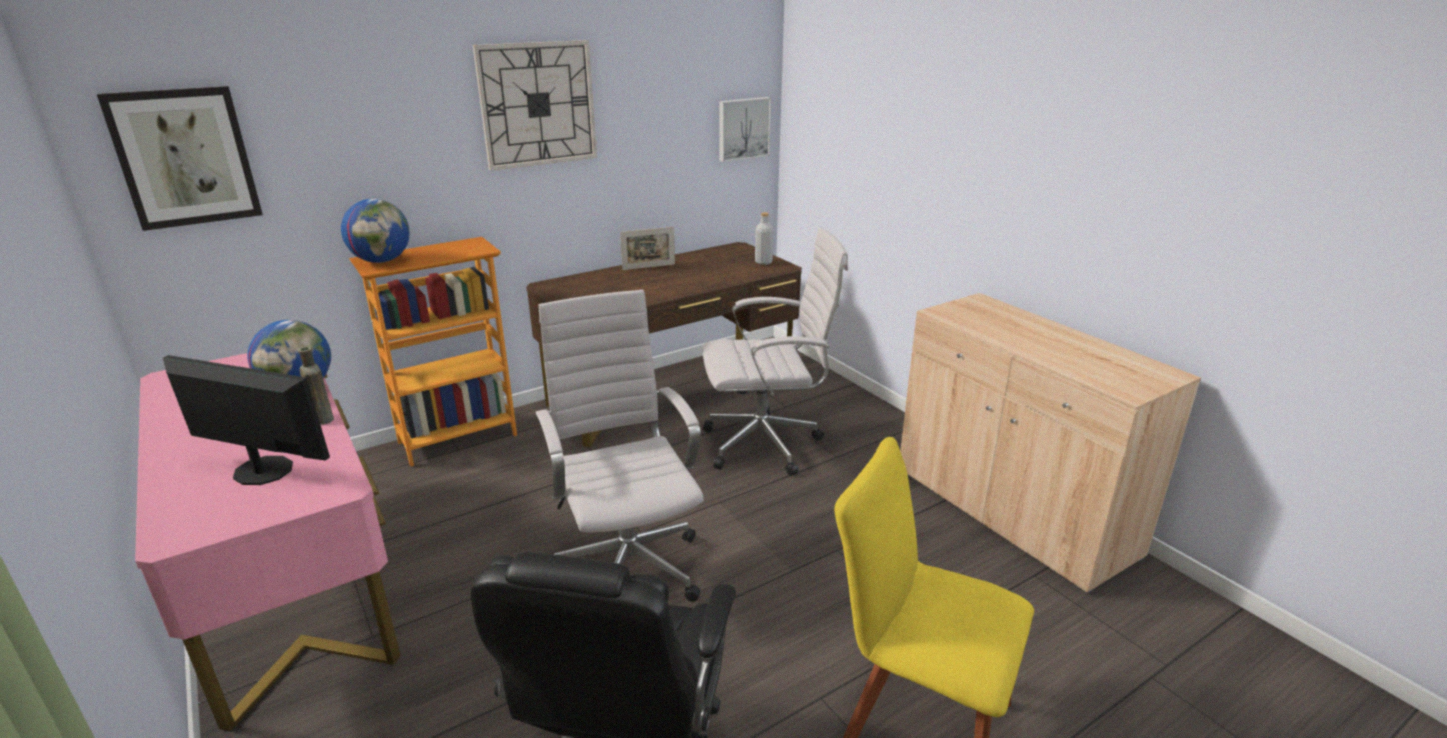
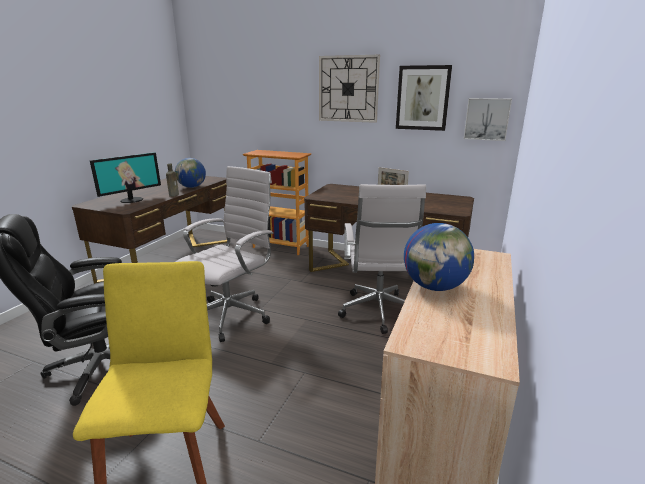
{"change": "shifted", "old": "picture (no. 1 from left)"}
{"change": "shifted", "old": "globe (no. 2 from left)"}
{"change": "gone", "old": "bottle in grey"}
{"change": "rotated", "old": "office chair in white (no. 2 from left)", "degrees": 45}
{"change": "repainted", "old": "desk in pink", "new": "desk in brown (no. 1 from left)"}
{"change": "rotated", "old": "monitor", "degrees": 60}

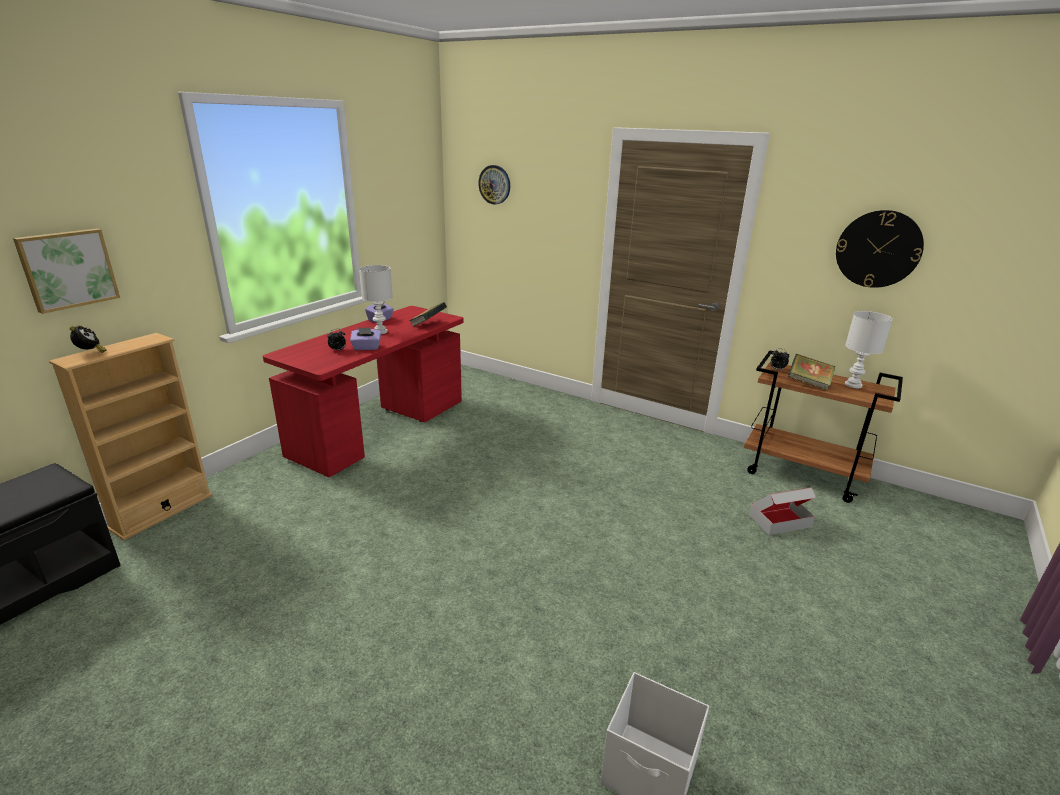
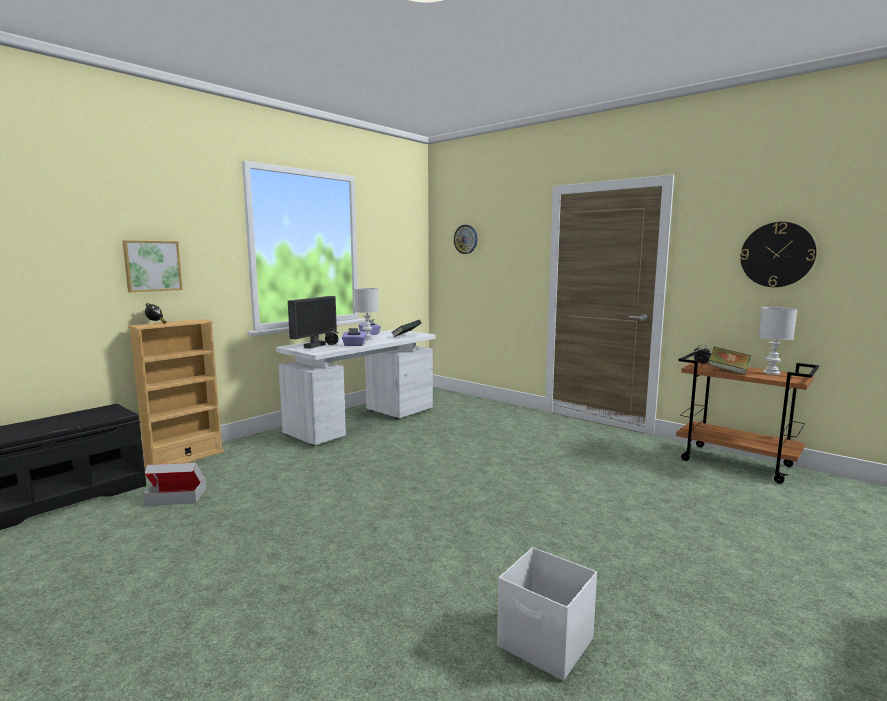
{"change": "repainted", "old": "desk in red", "new": "desk in white"}
{"change": "shifted", "old": "cardboard box"}
{"change": "new", "new": "monitor"}

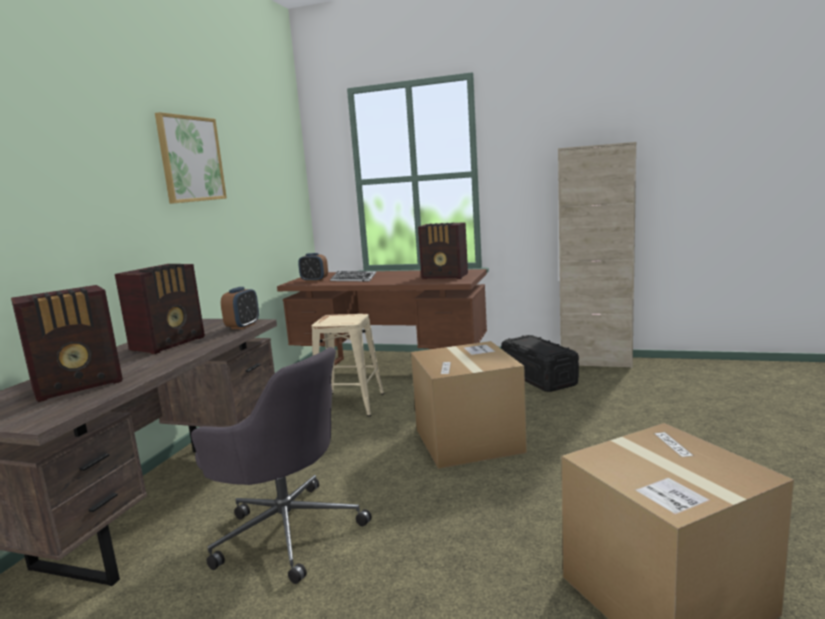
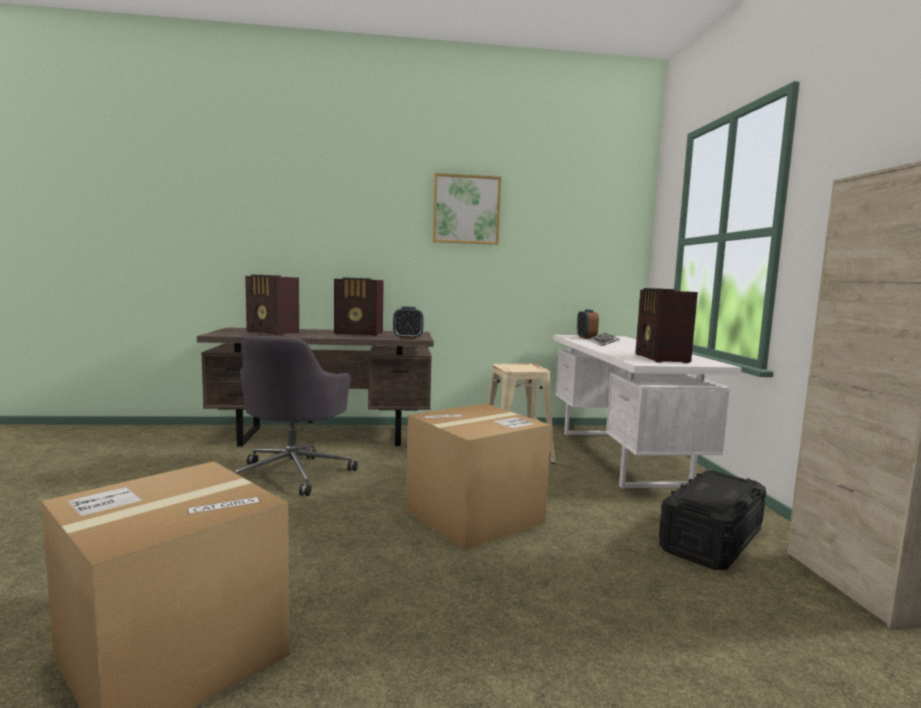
{"change": "repainted", "old": "desk in brown (no. 2 from left)", "new": "desk in white"}

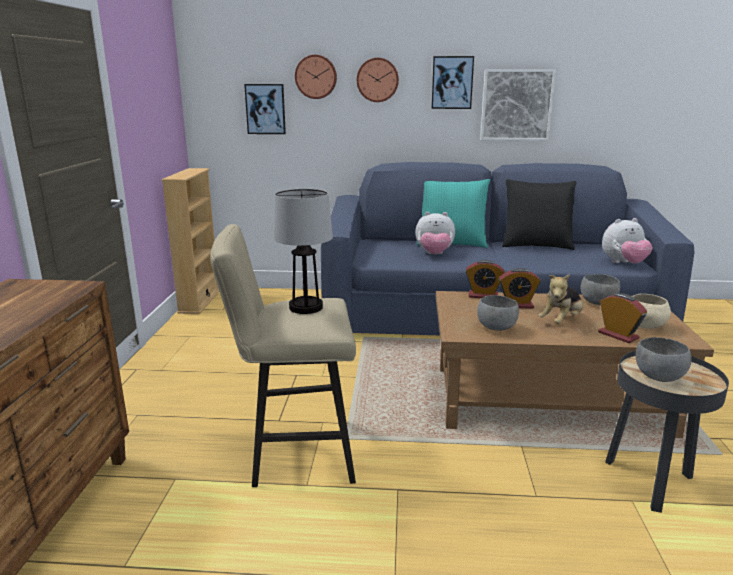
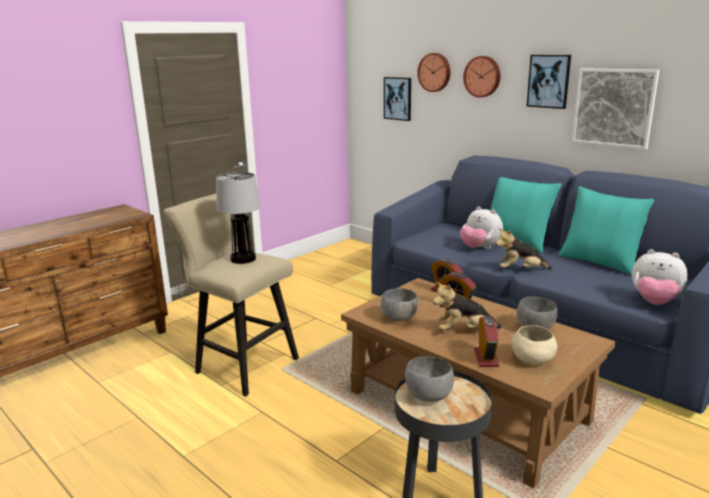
{"change": "gone", "old": "bookcase in beige"}
{"change": "repainted", "old": "pillow in black", "new": "pillow in turquoise (no. 2 from left)"}
{"change": "new", "new": "plush toy (no. 3 from left)"}

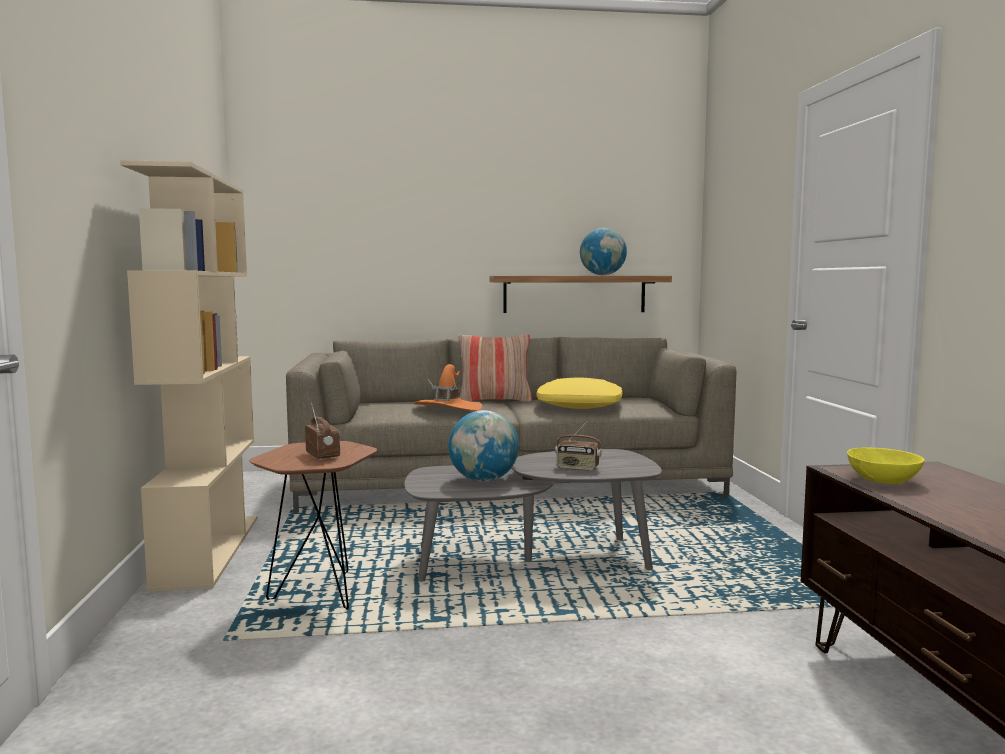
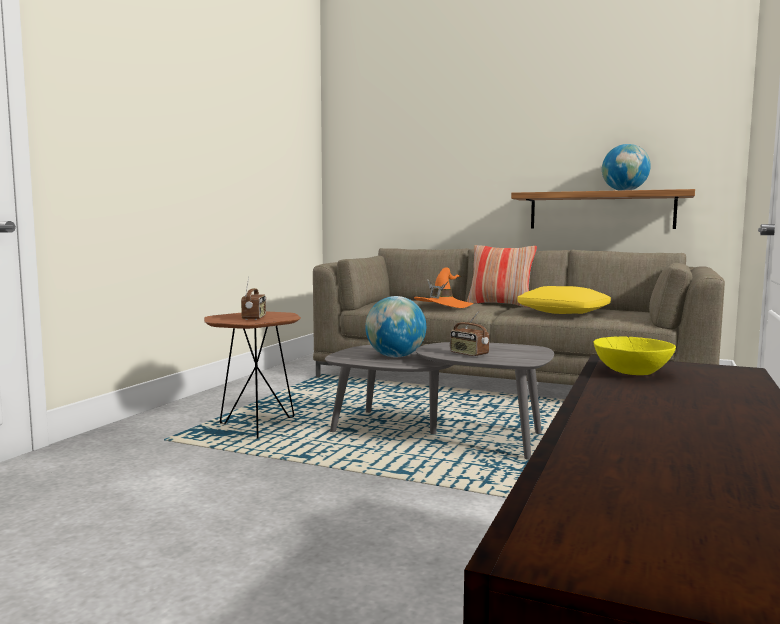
{"change": "gone", "old": "bookcase in beige"}

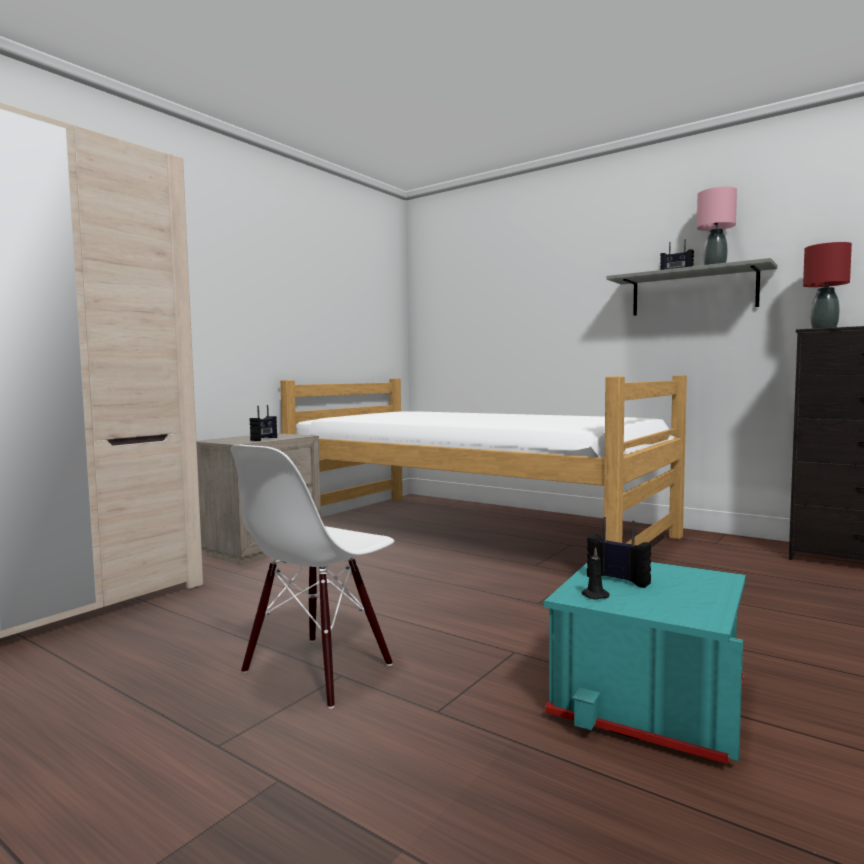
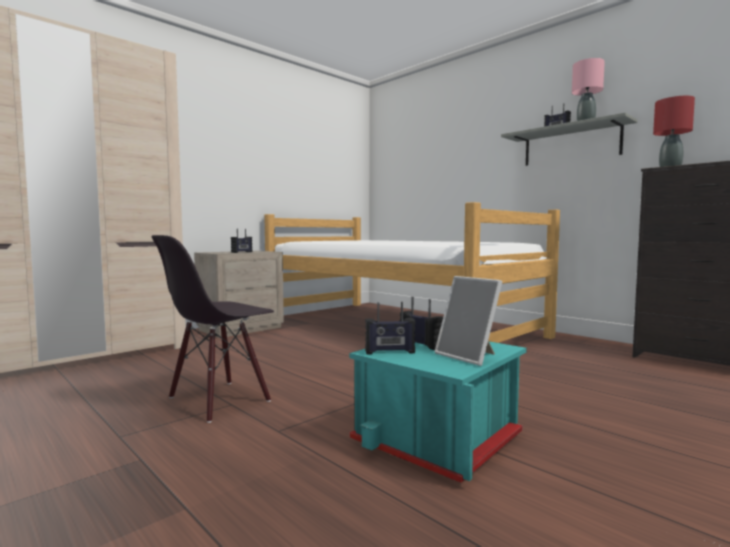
{"change": "repainted", "old": "chair in white", "new": "chair in black"}
{"change": "swapped", "old": "candle in black", "new": "radio (no. 2 from left)"}
{"change": "new", "new": "picture frame"}

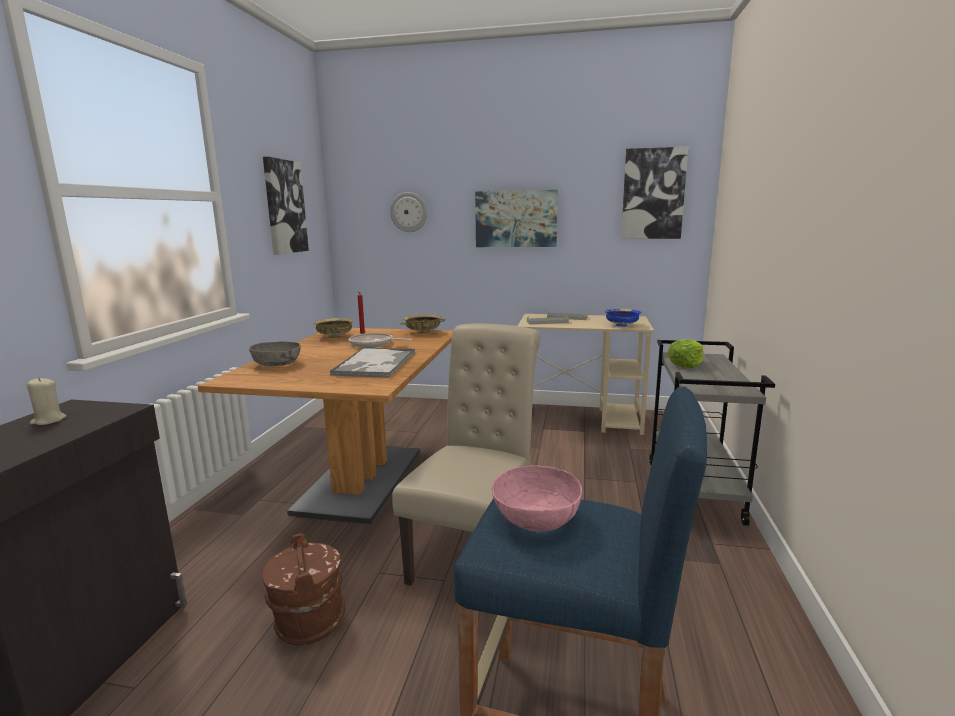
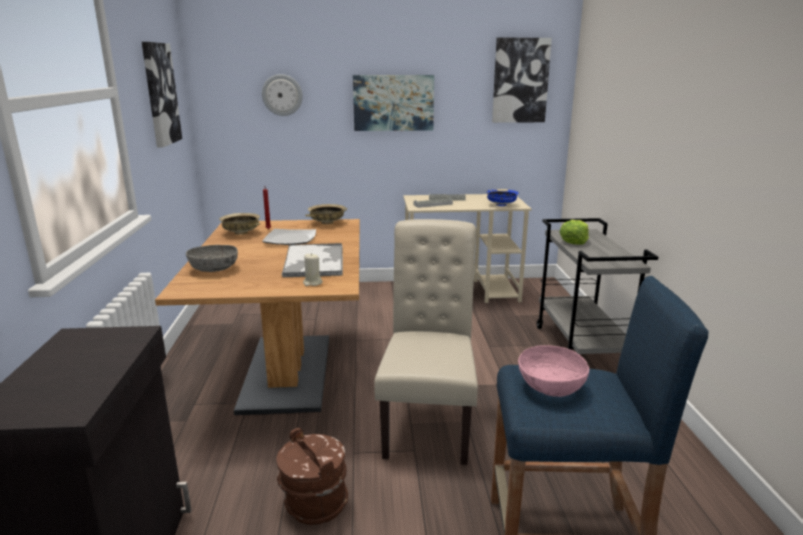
{"change": "swapped", "old": "frying pan", "new": "plate"}
{"change": "shifted", "old": "candle in beige"}

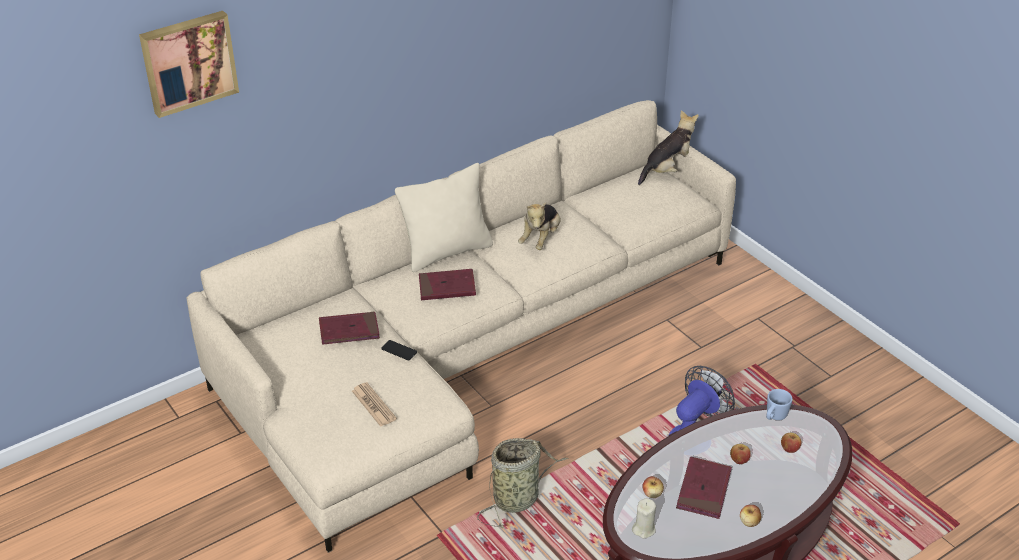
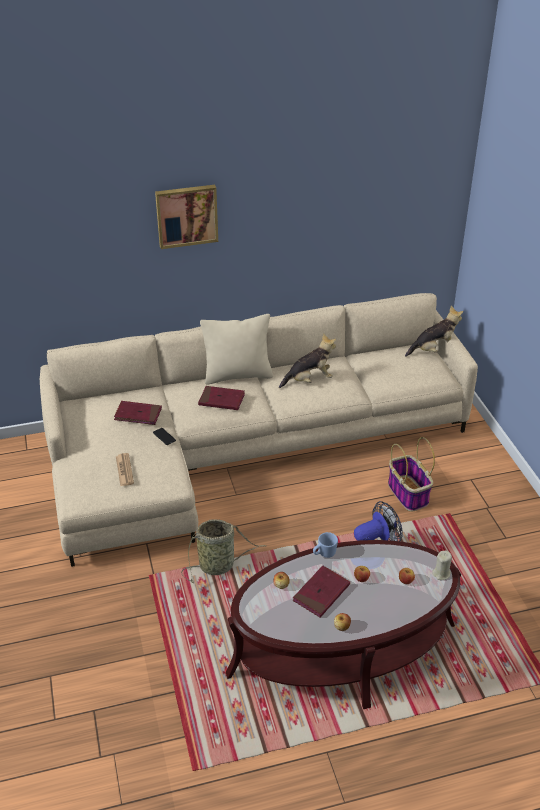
{"change": "shifted", "old": "picture"}
{"change": "rotated", "old": "plush toy (no. 1 from left)", "degrees": -150}
{"change": "shifted", "old": "mug in blue"}
{"change": "shifted", "old": "candle in beige"}
{"change": "new", "new": "basket (no. 2 from left)"}

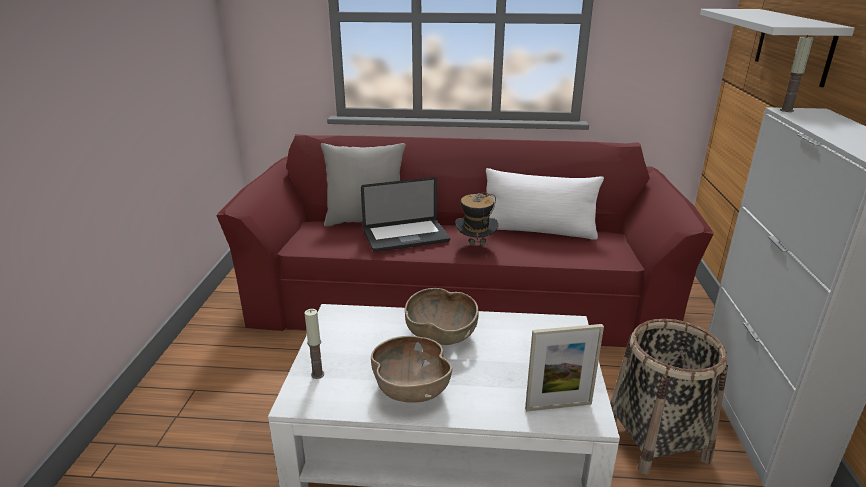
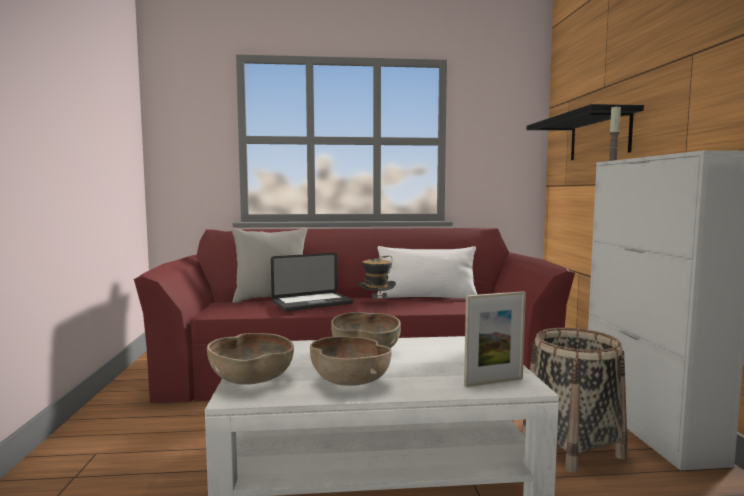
{"change": "repainted", "old": "shelf in white", "new": "shelf in black"}
{"change": "swapped", "old": "candle (no. 1 from left)", "new": "bowl in brown (no. 1 from left)"}

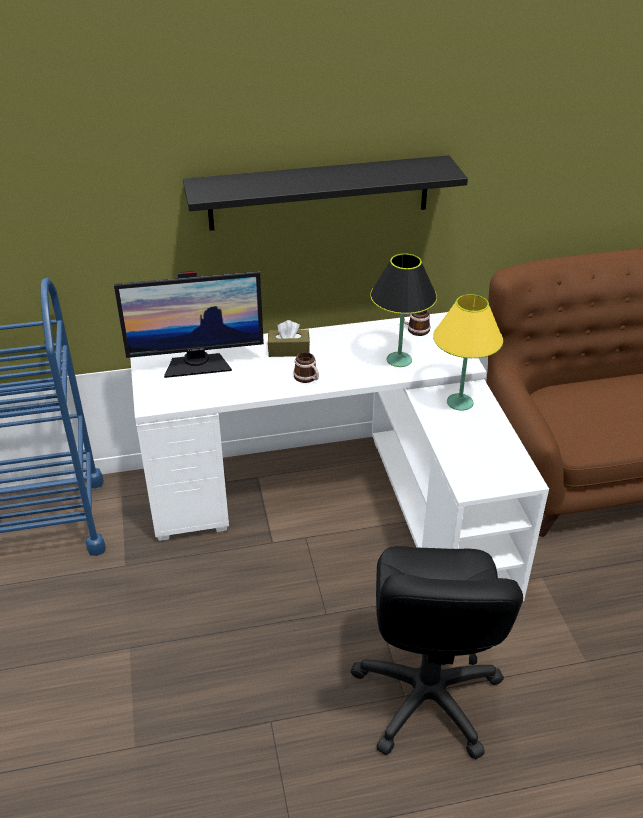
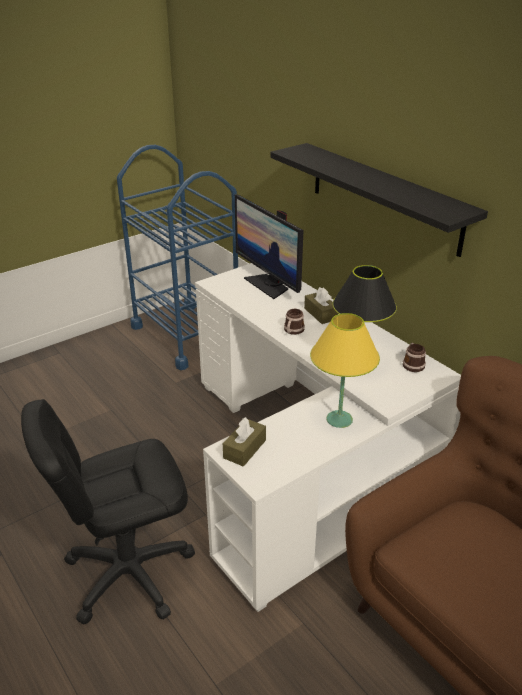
{"change": "new", "new": "tissue box in brown (no. 1 from left)"}

